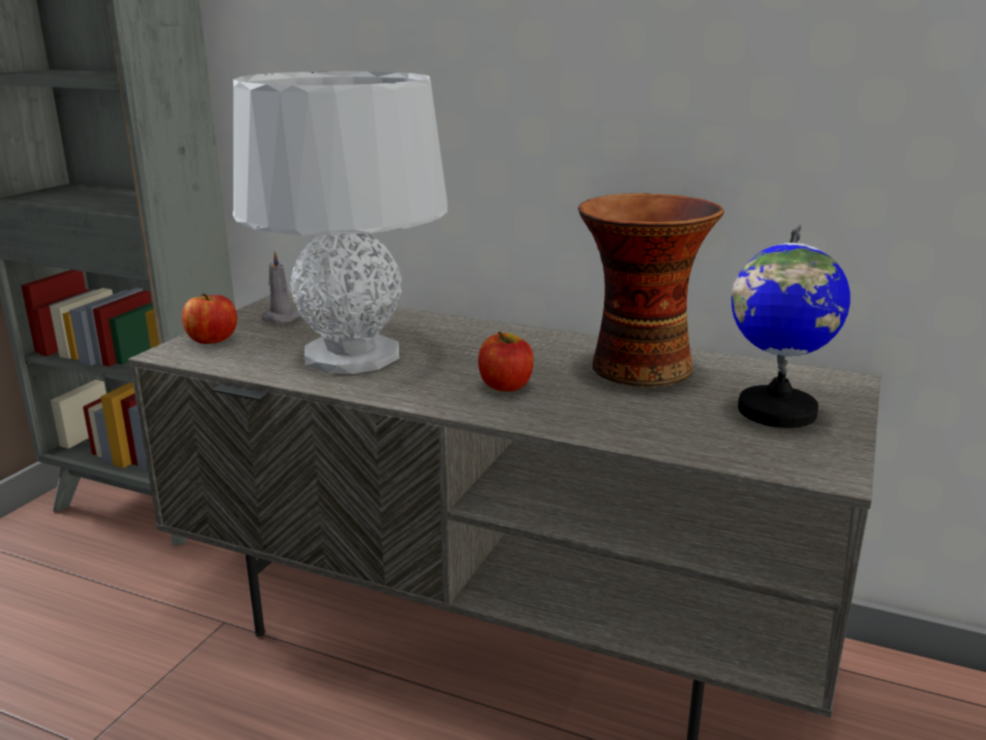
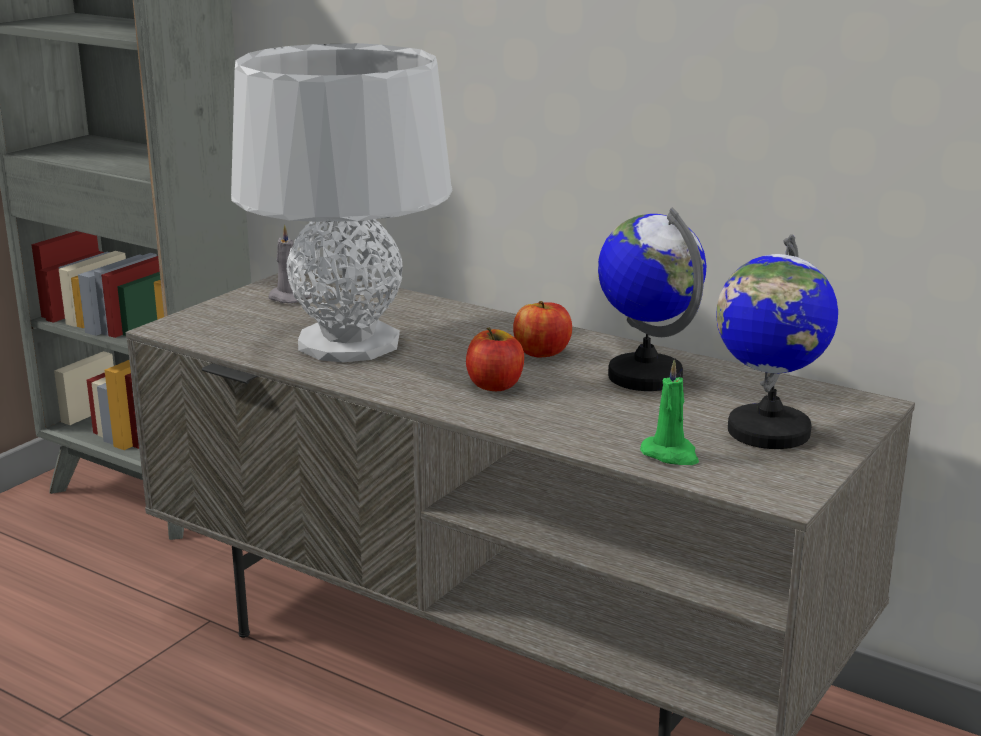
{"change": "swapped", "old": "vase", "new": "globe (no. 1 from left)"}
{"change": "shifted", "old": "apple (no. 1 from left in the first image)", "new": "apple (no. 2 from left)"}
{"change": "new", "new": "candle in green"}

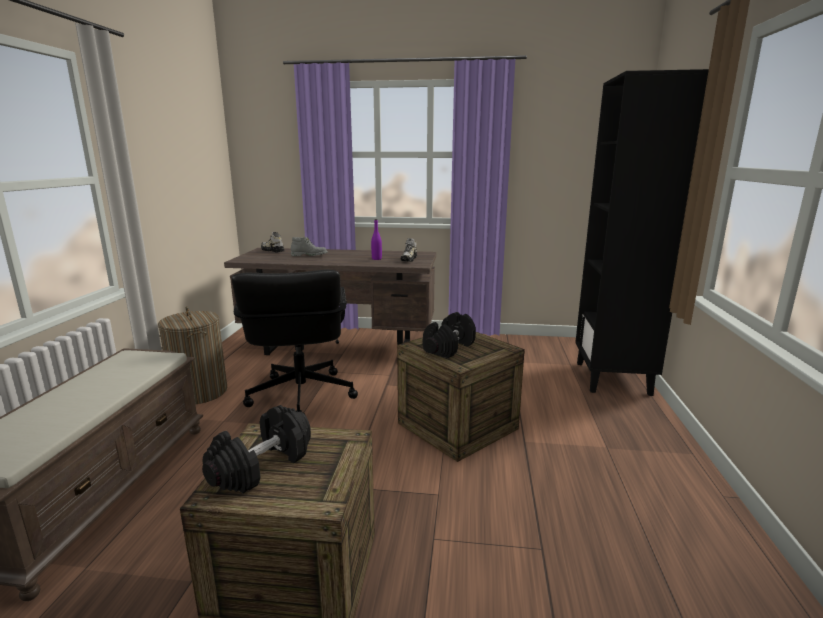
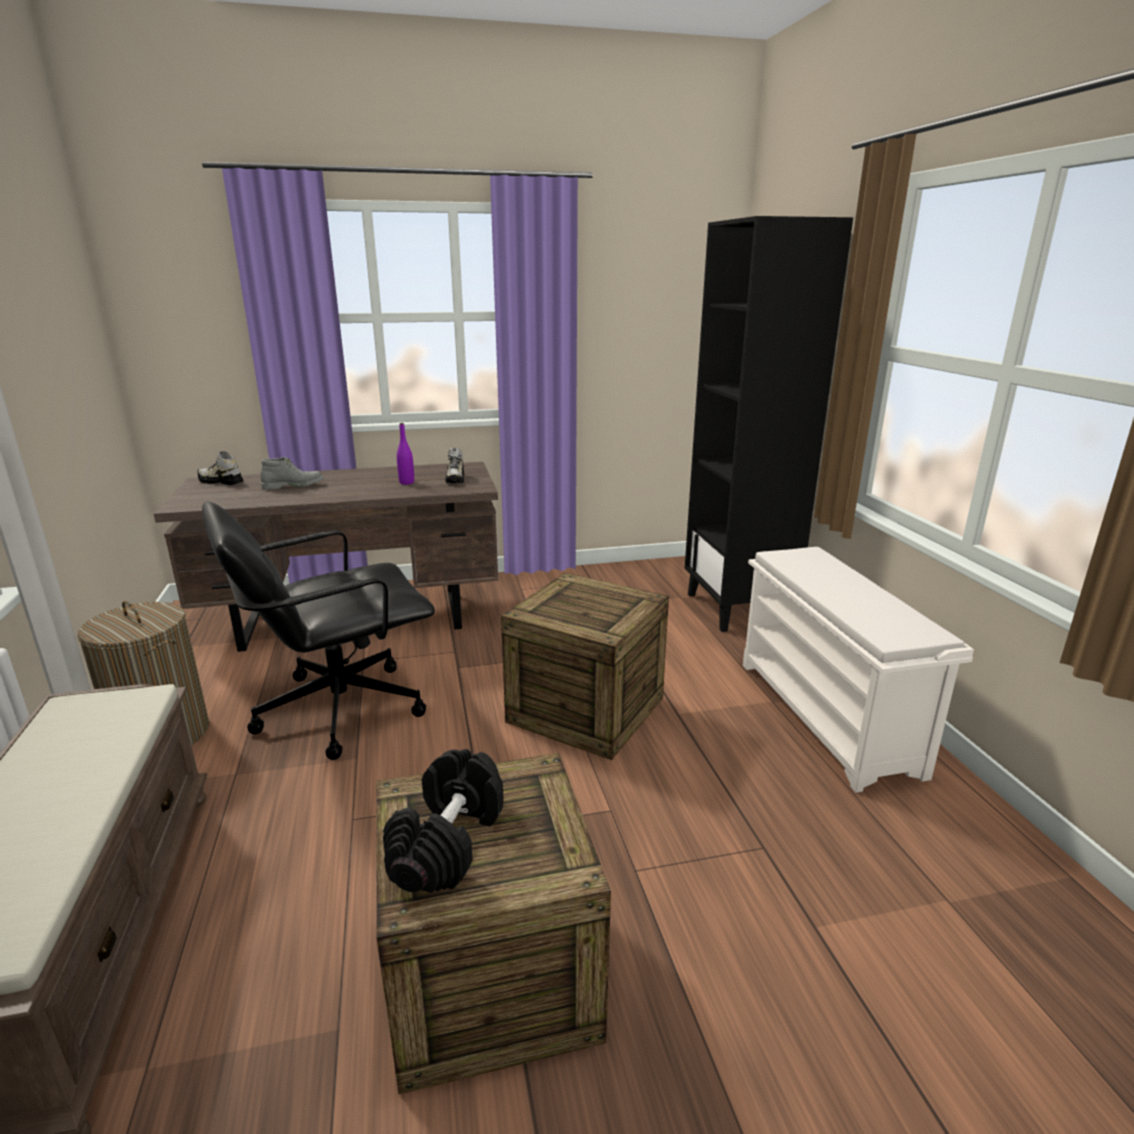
{"change": "rotated", "old": "office chair in black", "degrees": 90}
{"change": "gone", "old": "dumbbell in black (no. 2 from left)"}
{"change": "new", "new": "shoe rack in white"}

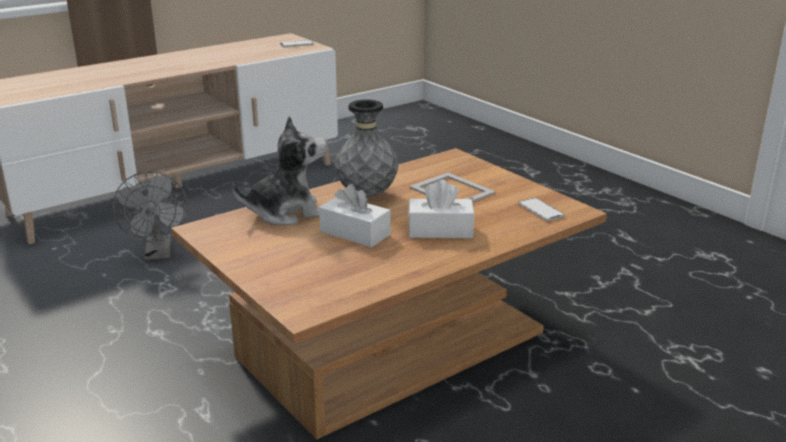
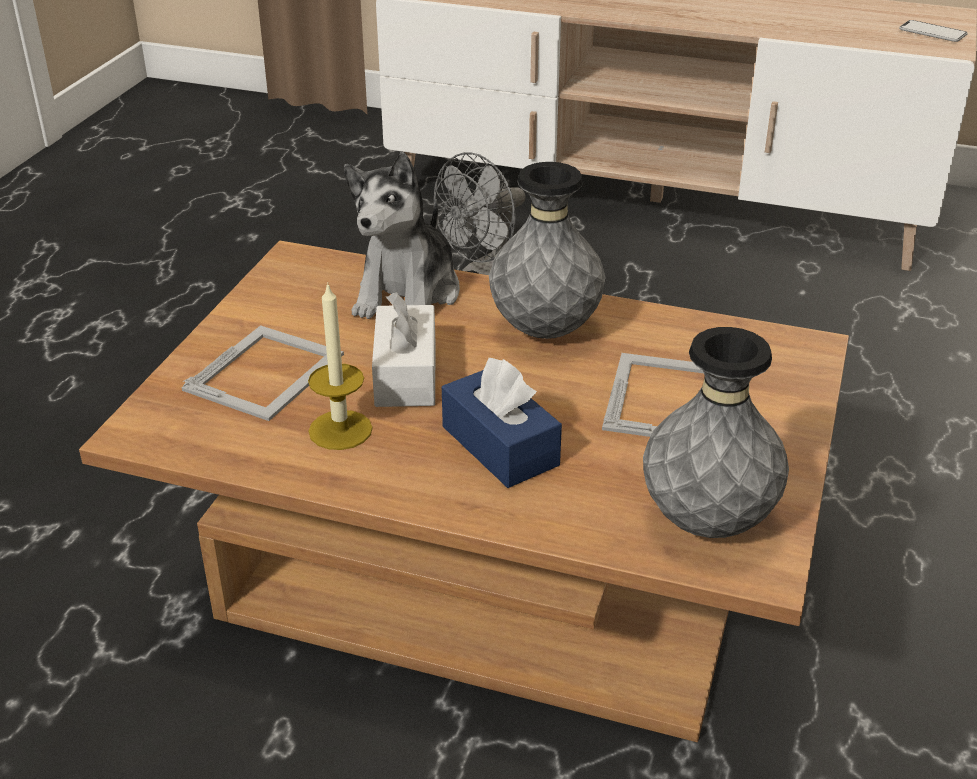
{"change": "rotated", "old": "plush toy", "degrees": 75}
{"change": "repainted", "old": "tissue box in white (no. 2 from left)", "new": "tissue box in blue"}
{"change": "swapped", "old": "phone (no. 2 from left)", "new": "vase in grey (no. 2 from left)"}
{"change": "new", "new": "candle"}
{"change": "new", "new": "picture frame (no. 1 from left)"}

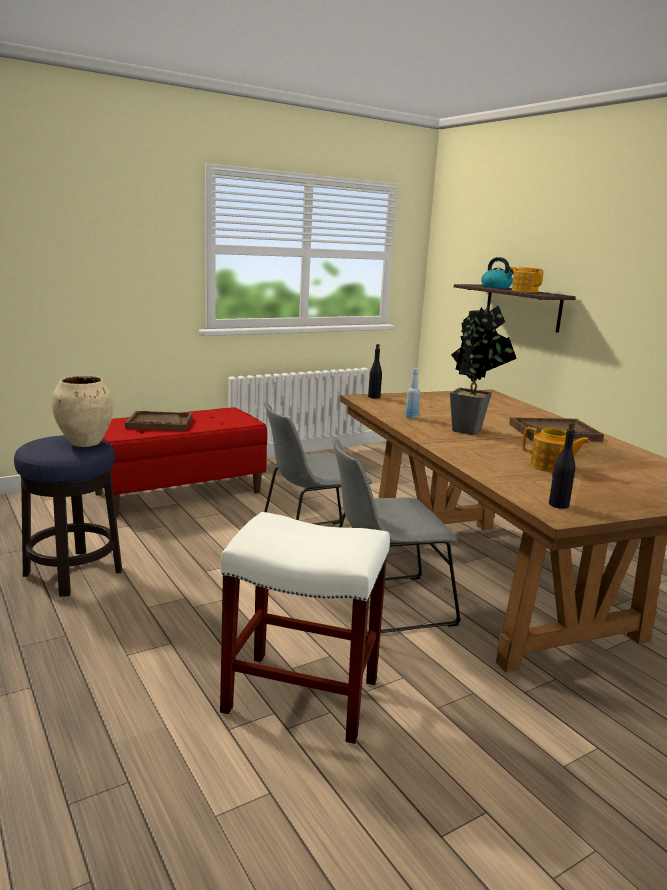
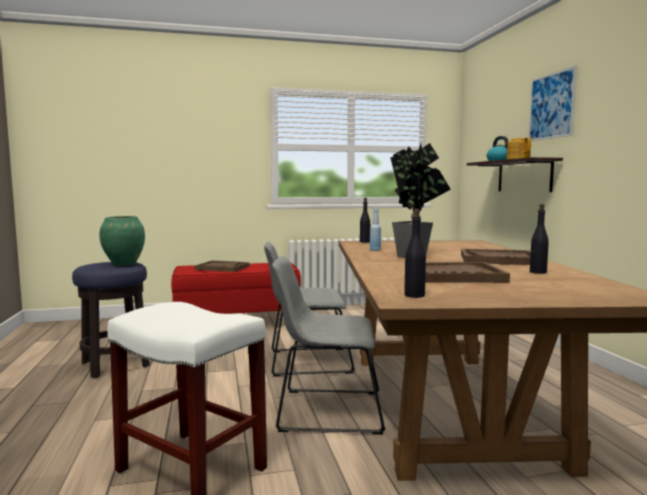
{"change": "repainted", "old": "vase in beige", "new": "vase in green"}
{"change": "swapped", "old": "teapot (no. 2 from left)", "new": "tray in brown (no. 2 from left)"}
{"change": "new", "new": "picture"}
{"change": "new", "new": "bottle in black (no. 3 from left)"}

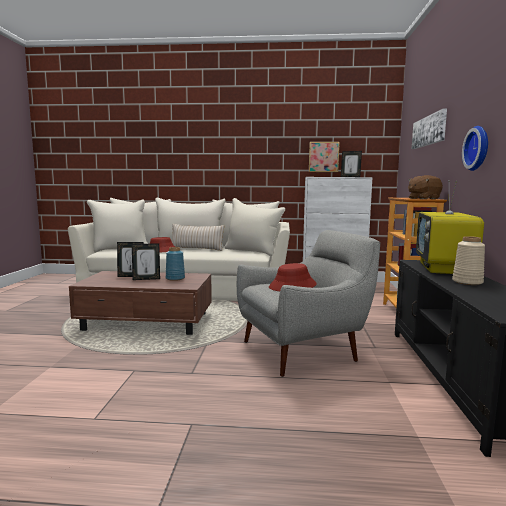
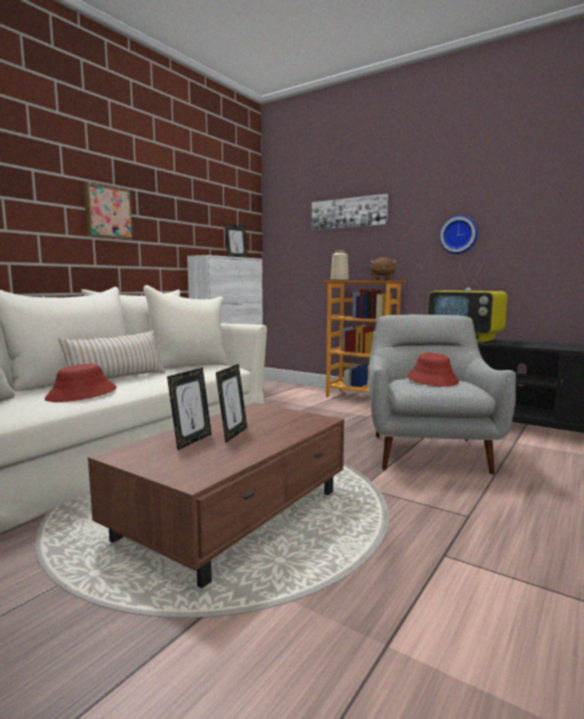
{"change": "shifted", "old": "picture (no. 1 from left)"}
{"change": "shifted", "old": "vase in beige"}
{"change": "gone", "old": "vase in blue"}

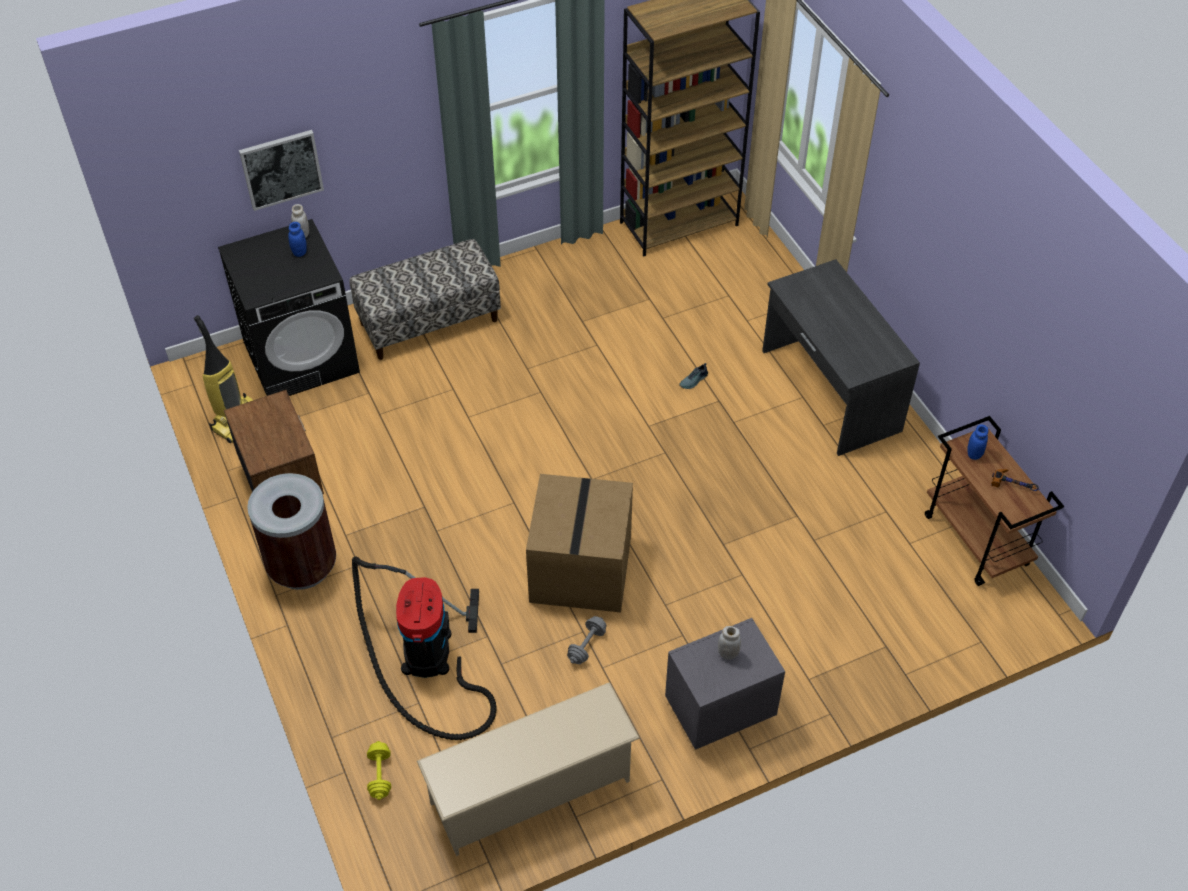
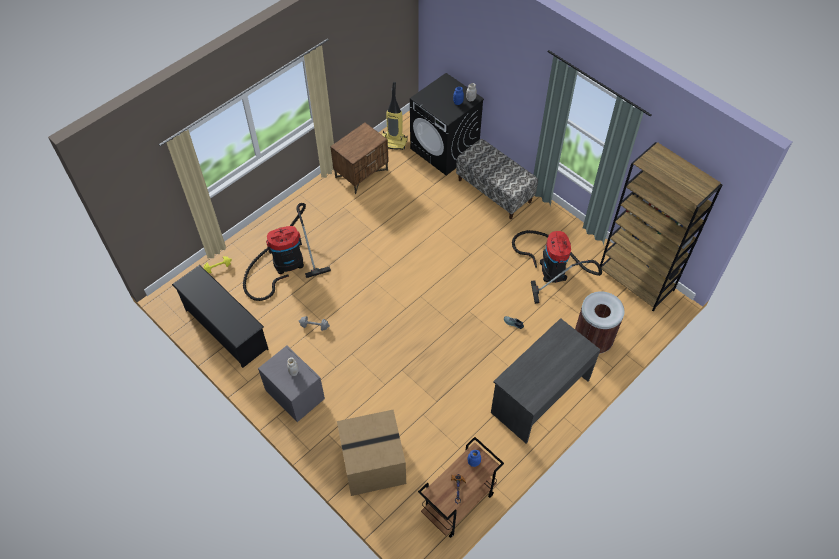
{"change": "gone", "old": "picture"}
{"change": "shifted", "old": "trash can in brown"}
{"change": "shifted", "old": "cardboard box"}
{"change": "repainted", "old": "shoe rack in beige", "new": "shoe rack in black"}
{"change": "new", "new": "vacuum cleaner (no. 3 from left)"}

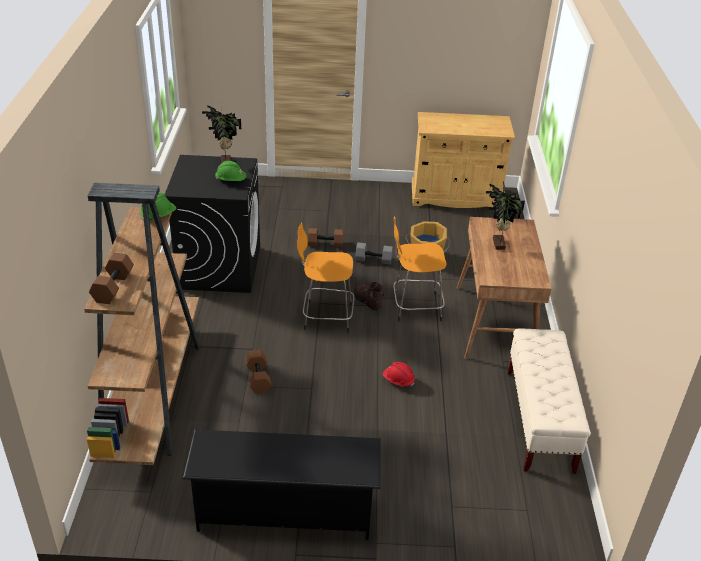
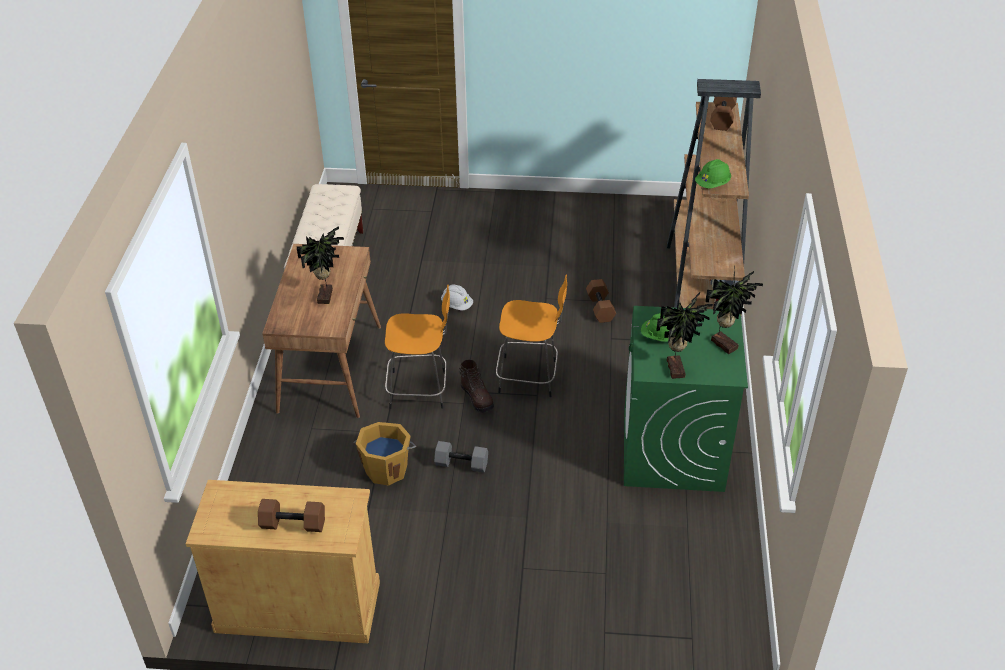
{"change": "repainted", "old": "washing machine in black", "new": "washing machine in green"}
{"change": "shifted", "old": "dumbbell in brown (no. 3 from left in the first image)", "new": "dumbbell in brown (no. 1 from left)"}
{"change": "repainted", "old": "hard hat in red", "new": "hard hat in white"}
{"change": "gone", "old": "shoe rack in black"}
{"change": "new", "new": "potted plant (no. 3 from left)"}

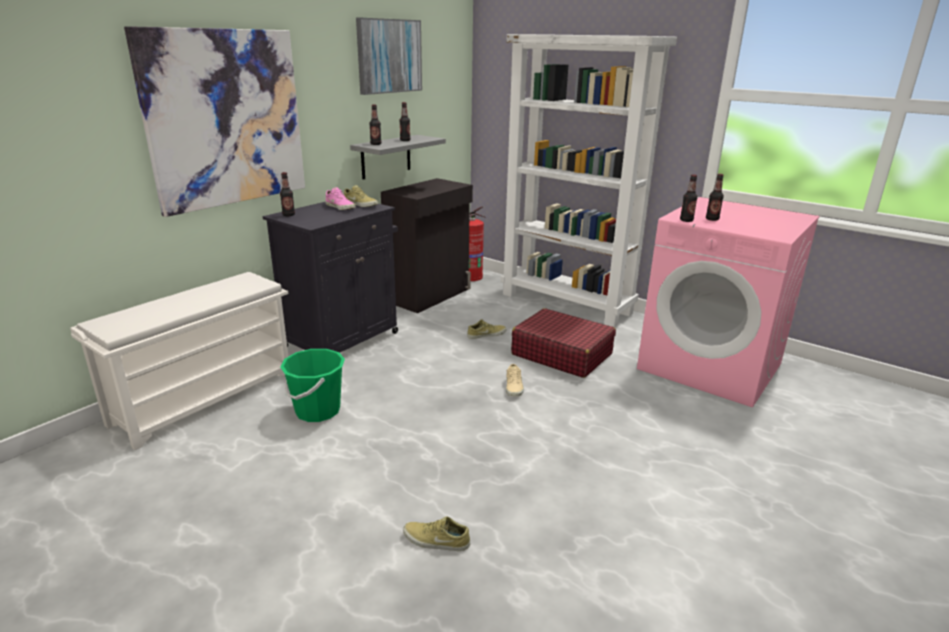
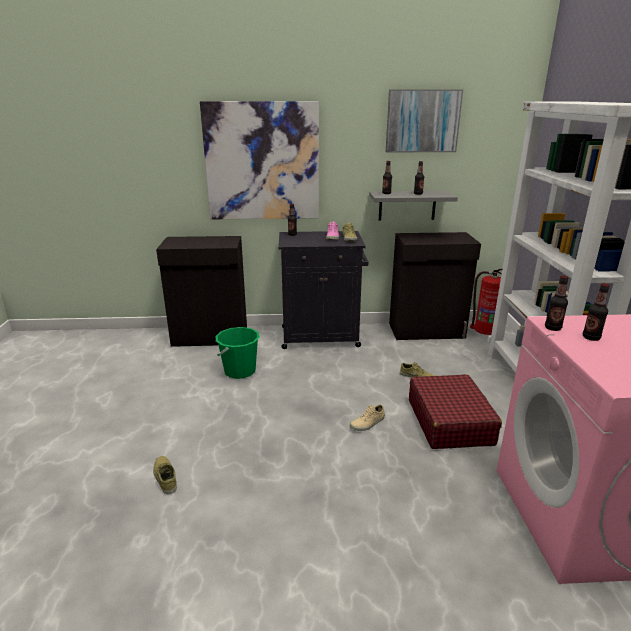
{"change": "swapped", "old": "shoe rack in white", "new": "cabinet in black (no. 1 from left)"}

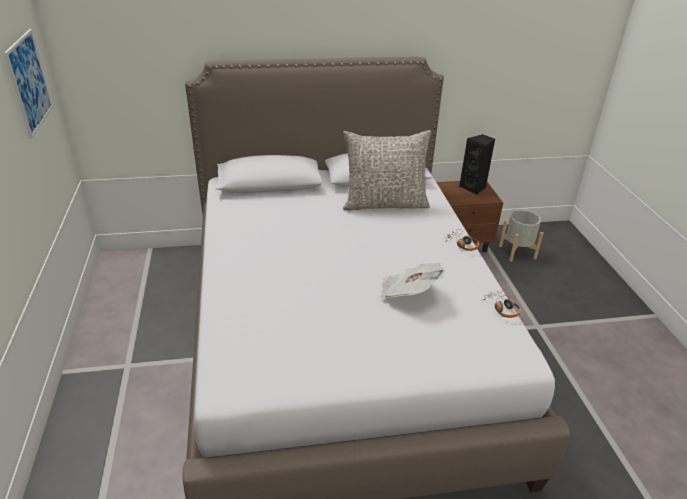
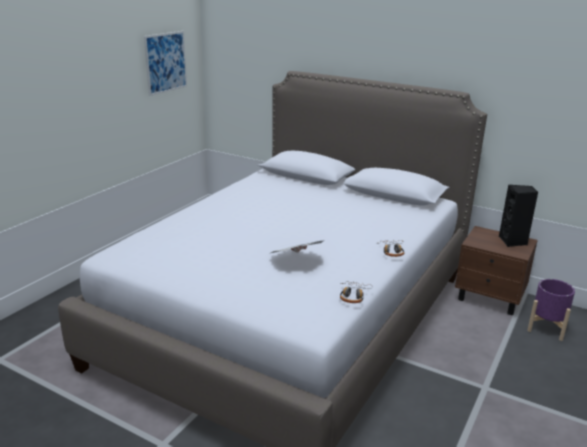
{"change": "gone", "old": "pillow in grey"}
{"change": "repainted", "old": "planter in grey", "new": "planter in purple"}

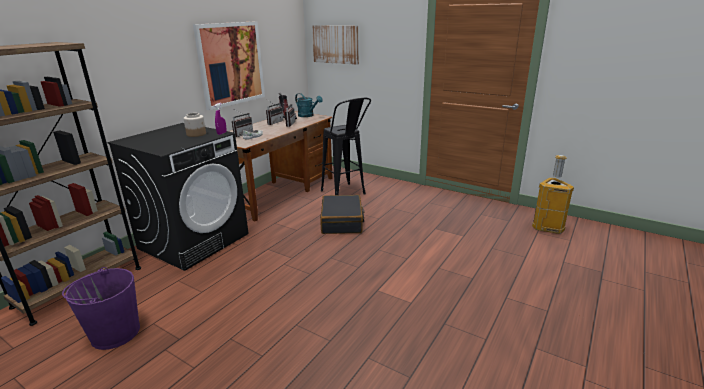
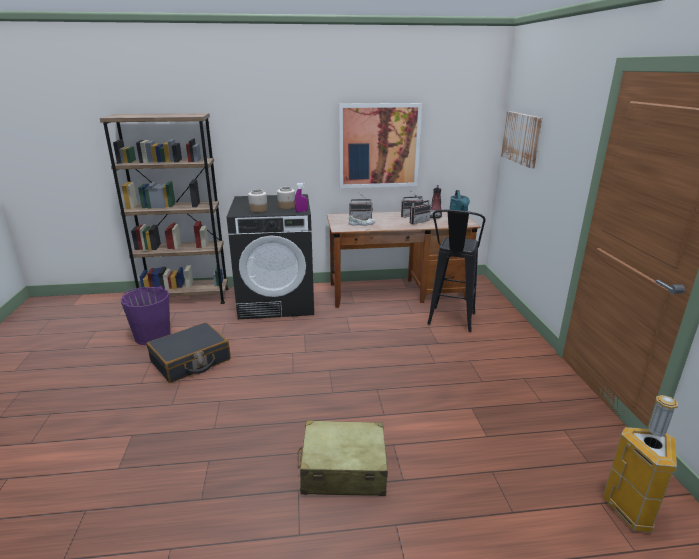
{"change": "shifted", "old": "suitcase in black"}
{"change": "new", "new": "jar (no. 1 from left)"}
{"change": "new", "new": "suitcase in beige"}

